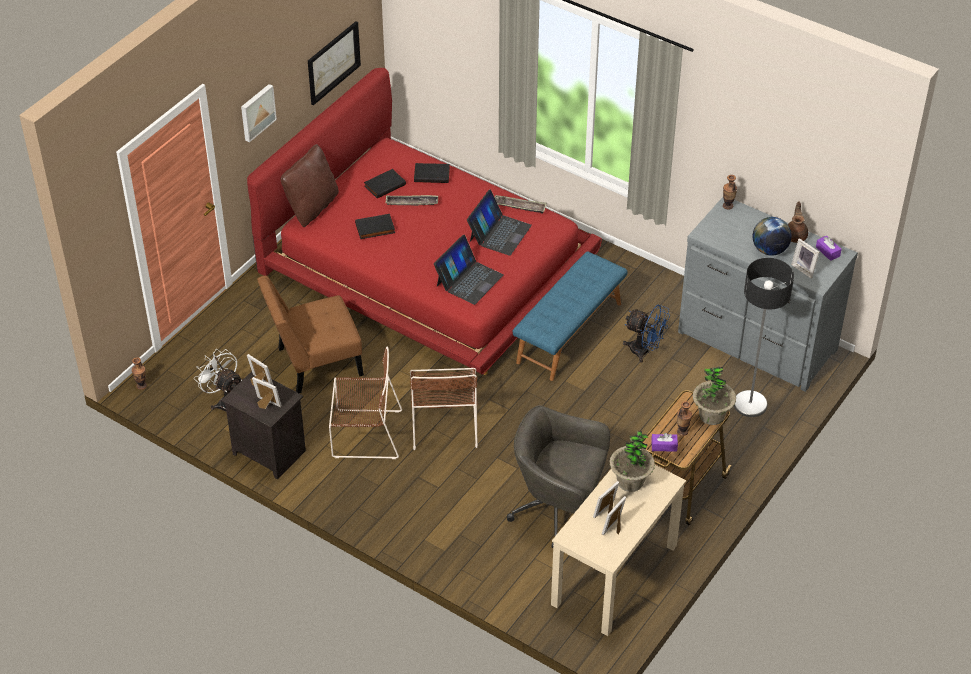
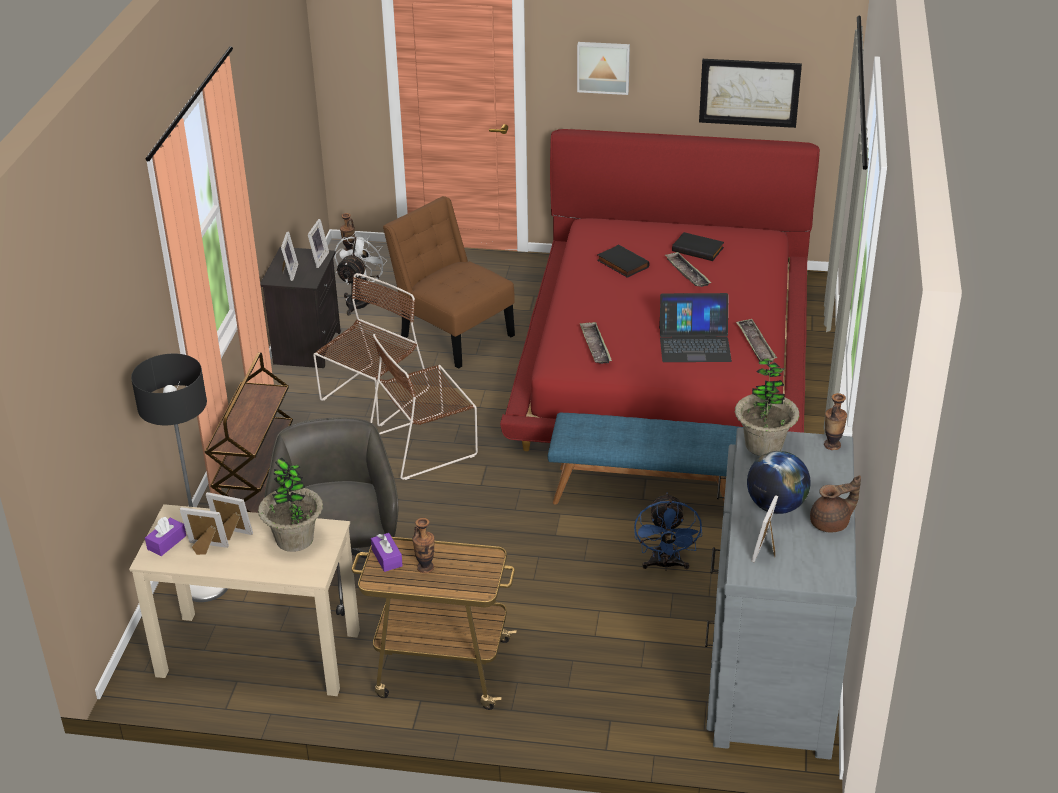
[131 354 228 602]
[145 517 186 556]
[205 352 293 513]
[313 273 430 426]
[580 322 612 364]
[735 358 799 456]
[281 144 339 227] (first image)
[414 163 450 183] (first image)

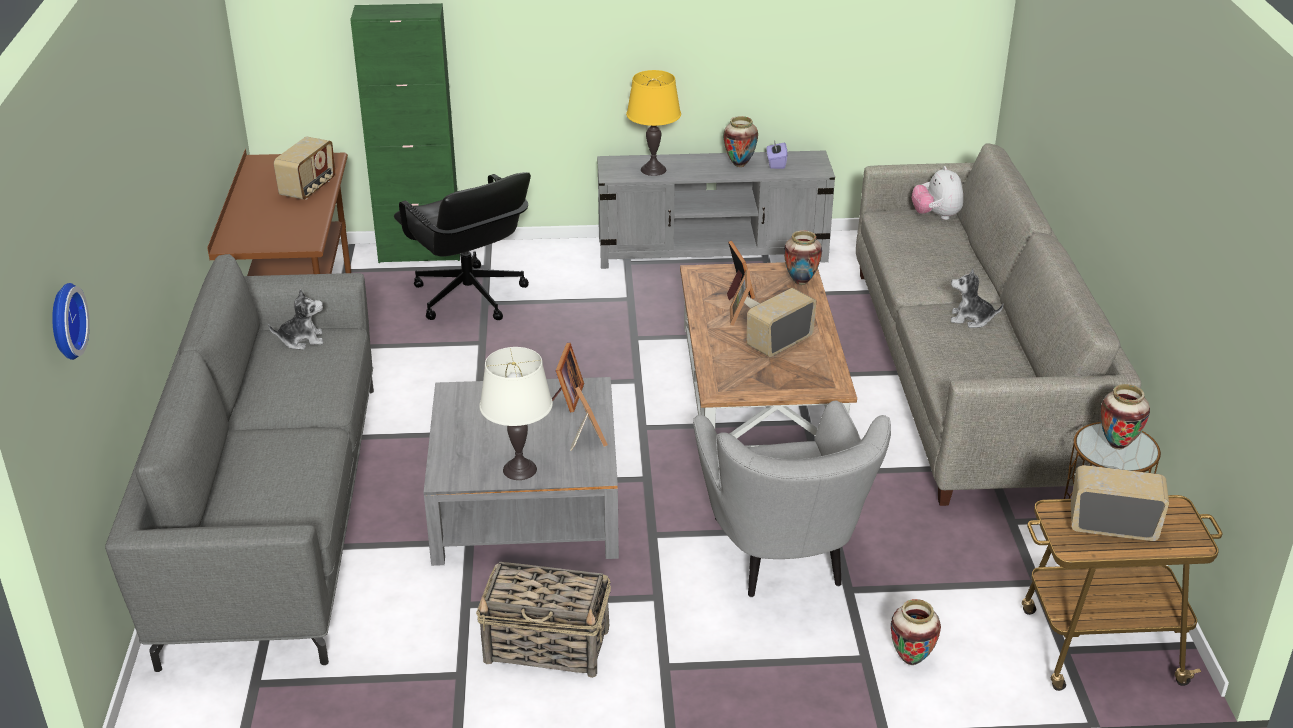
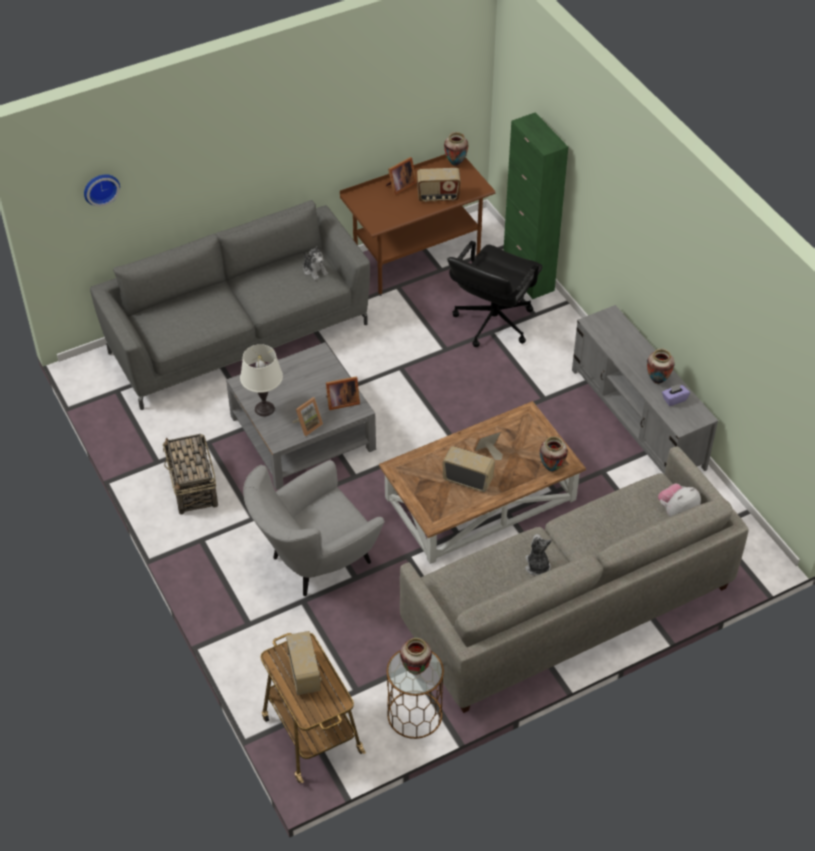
[386 157 417 195]
[444 132 469 166]
[626 70 681 176] (first image)

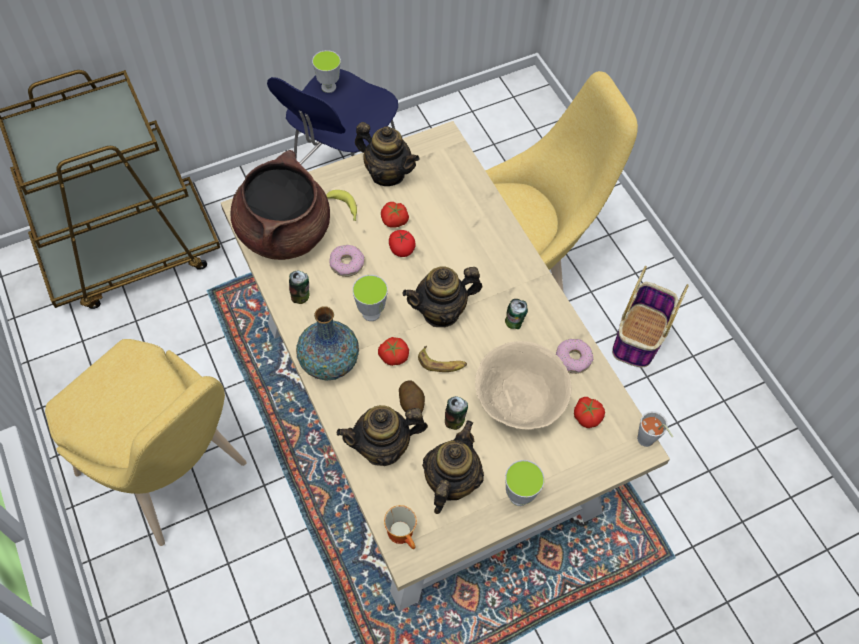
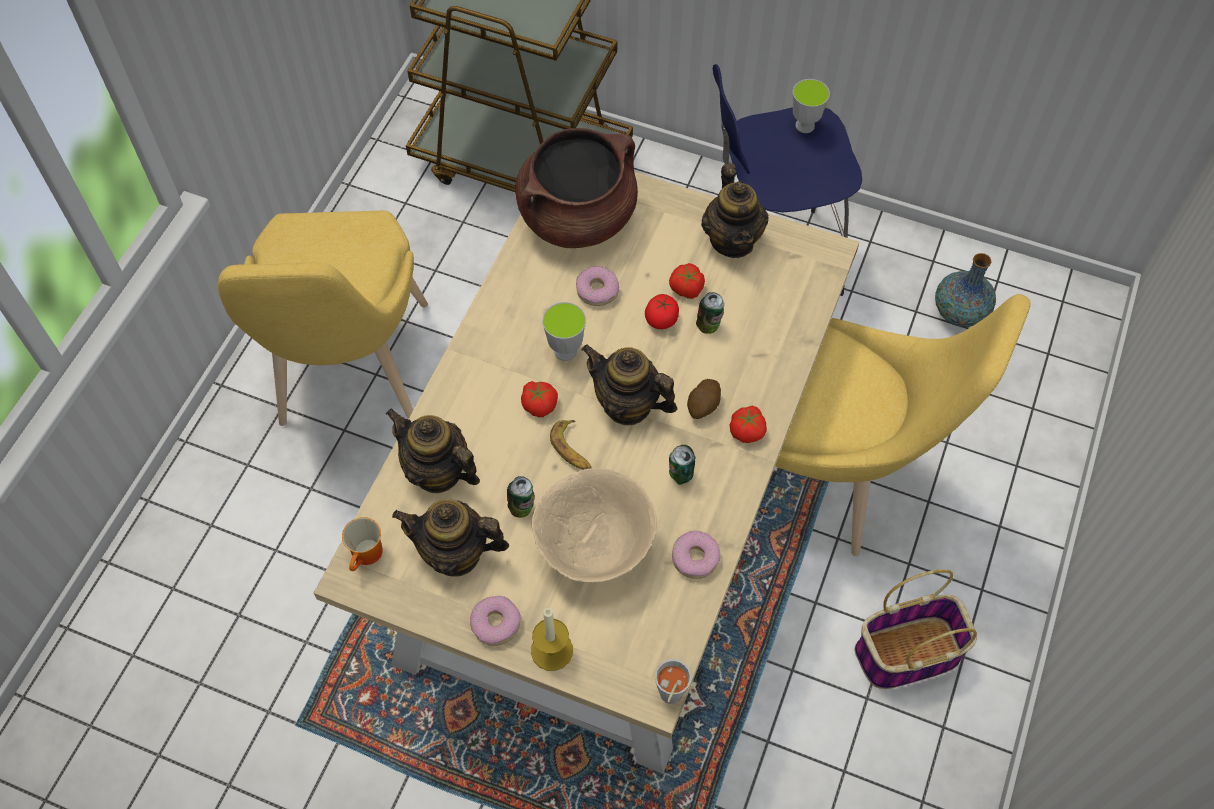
[392 499 509 577]
[470 596 521 646]
[531 608 573 671]
[687 379 721 419]
[696 292 724 334]
[730 406 767 443]
[935 253 996 327]
[326 190 357 221] (first image)

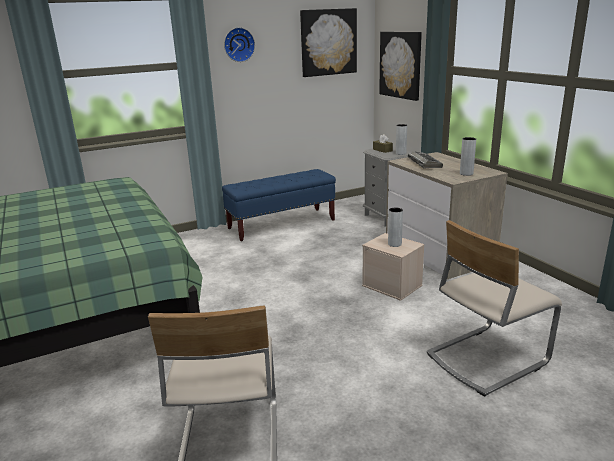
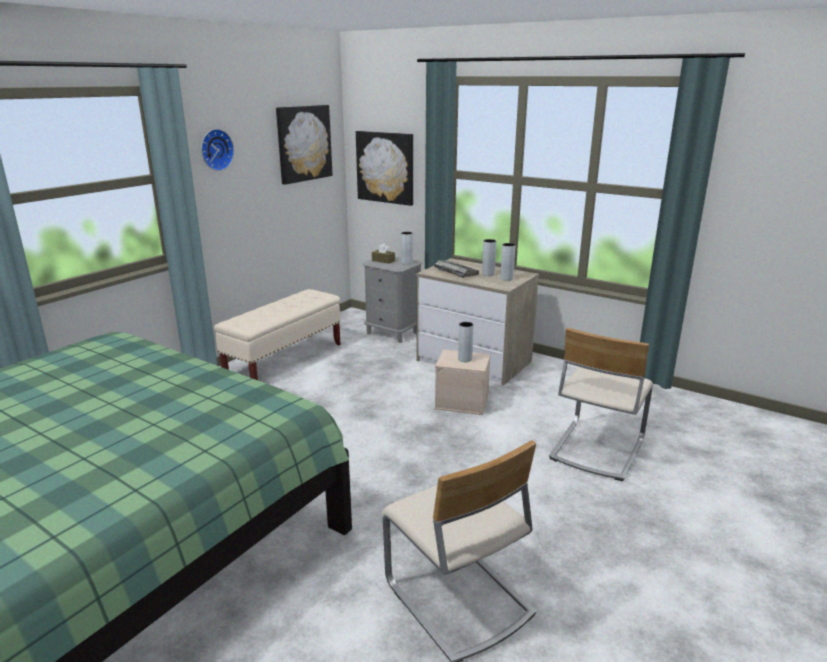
[214 289 340 380]
[482 239 496 276]

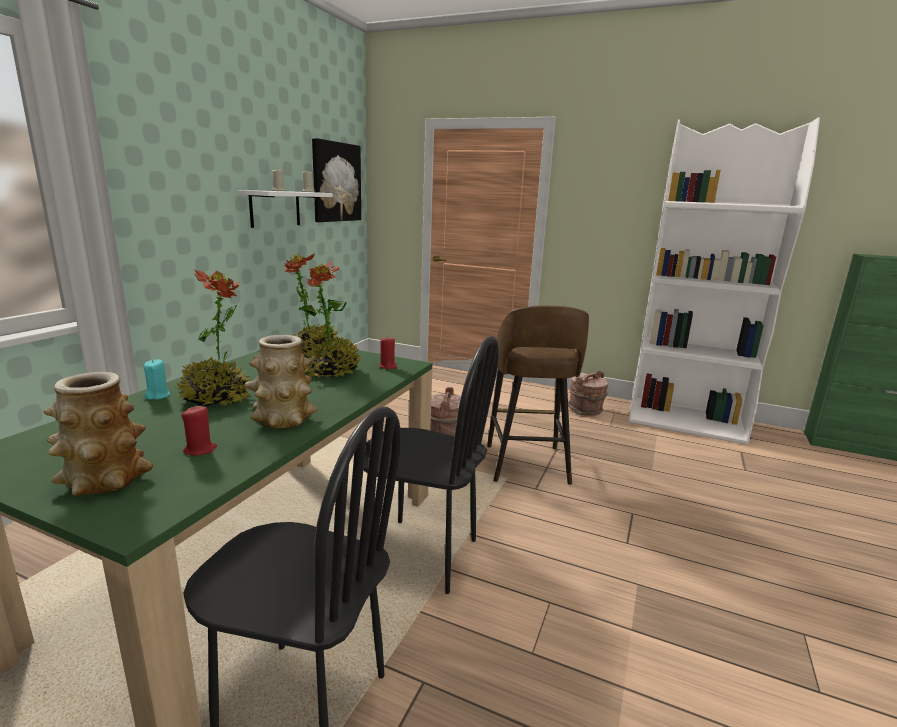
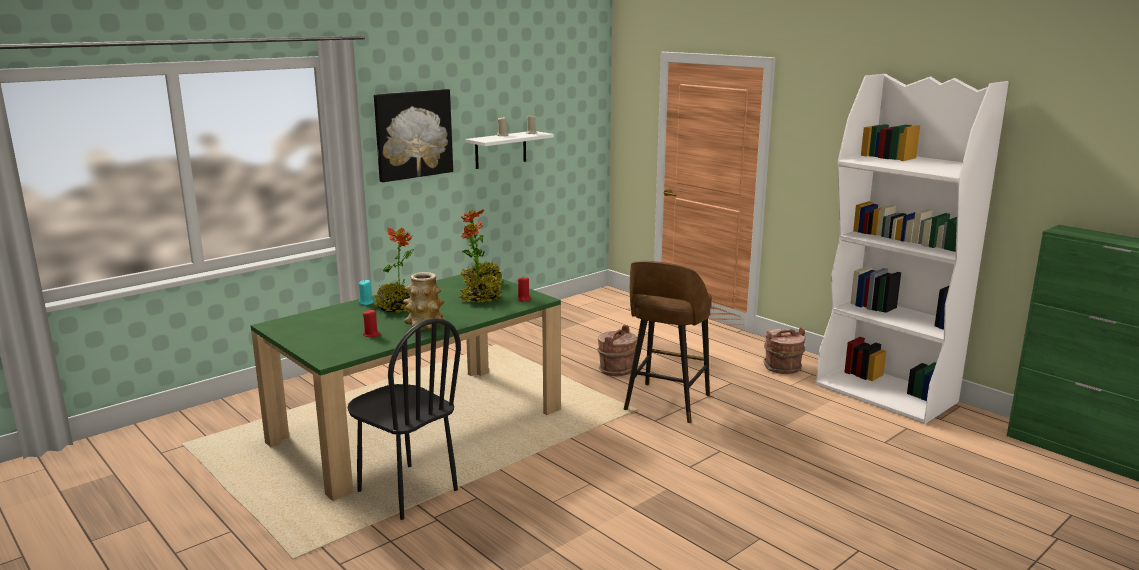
[374 89 453 182]
[43 372 153 496] (first image)
[363 336 499 594] (first image)

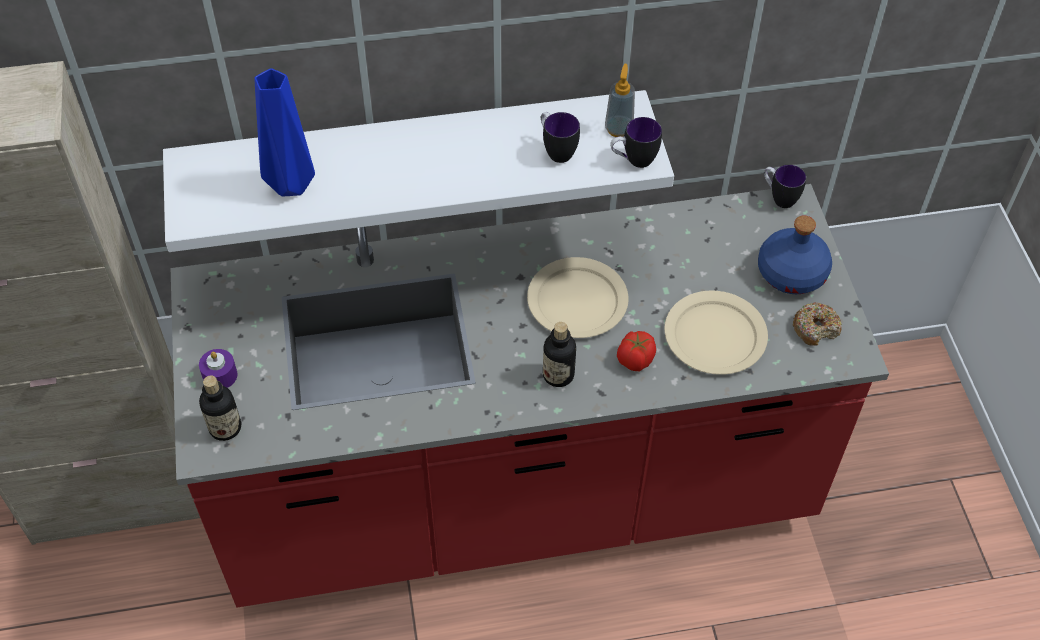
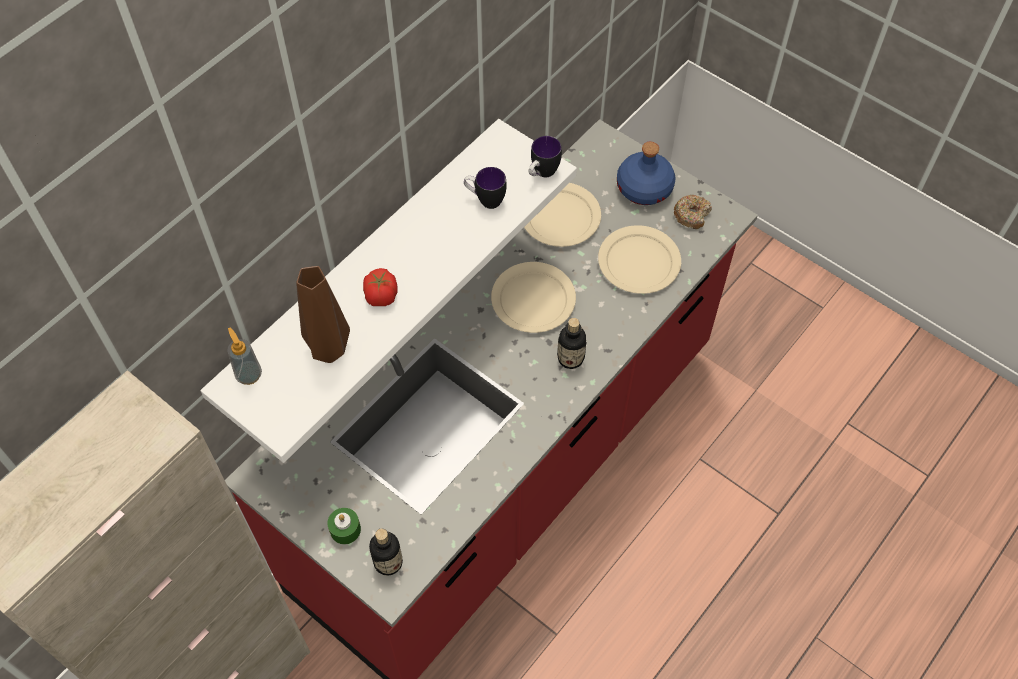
[227 327 262 385]
[296 266 350 363]
[327 508 361 545]
[363 268 398 306]
[524 183 601 247]
[764 165 806 208] (first image)

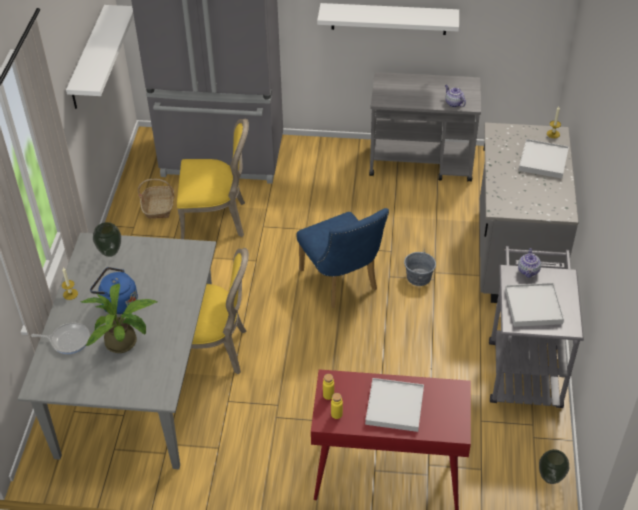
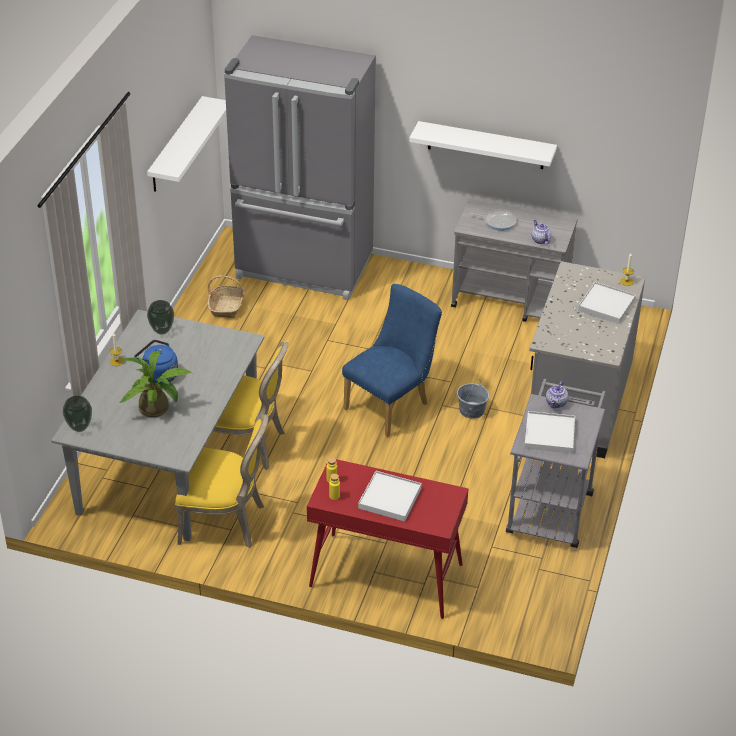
[63 395 92 432]
[175 414 268 548]
[342 284 442 437]
[469 210 517 231]

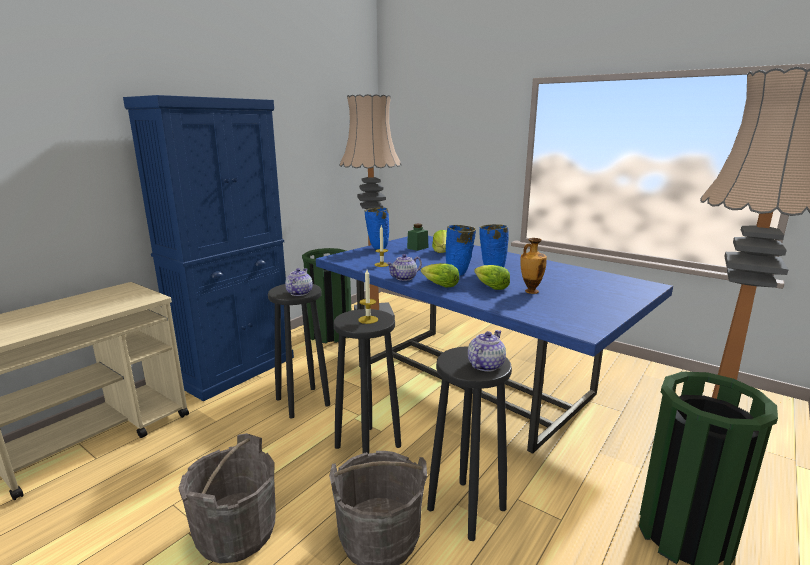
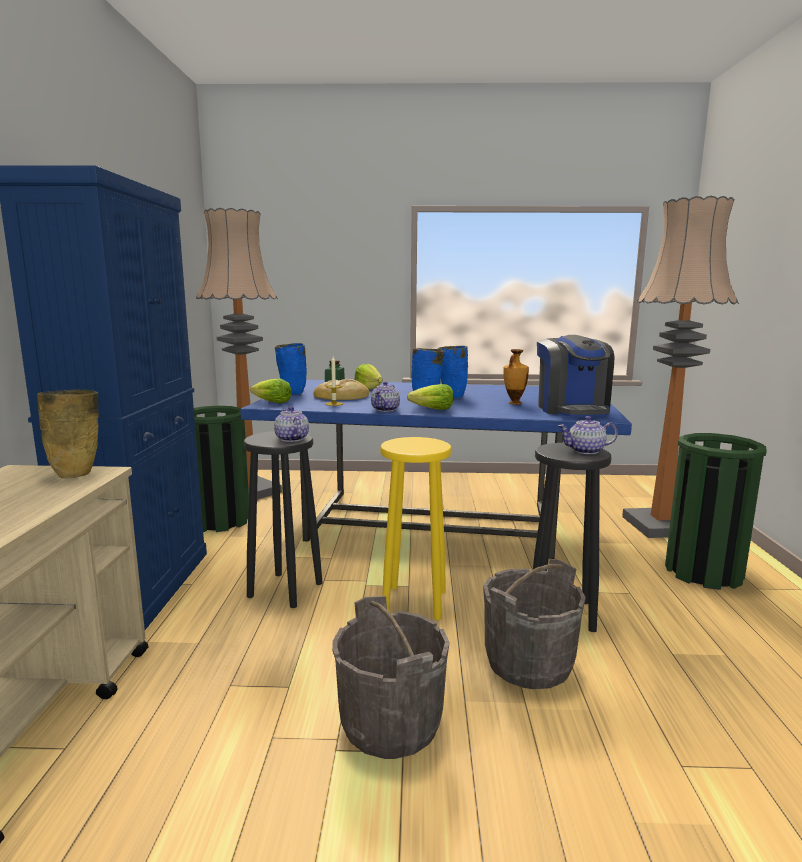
[37 389 99 478]
[250 379 292 403]
[313 379 369 400]
[380 437 451 620]
[537 335 614 416]
[558 416 618 454]
[358 270 378 324] (first image)

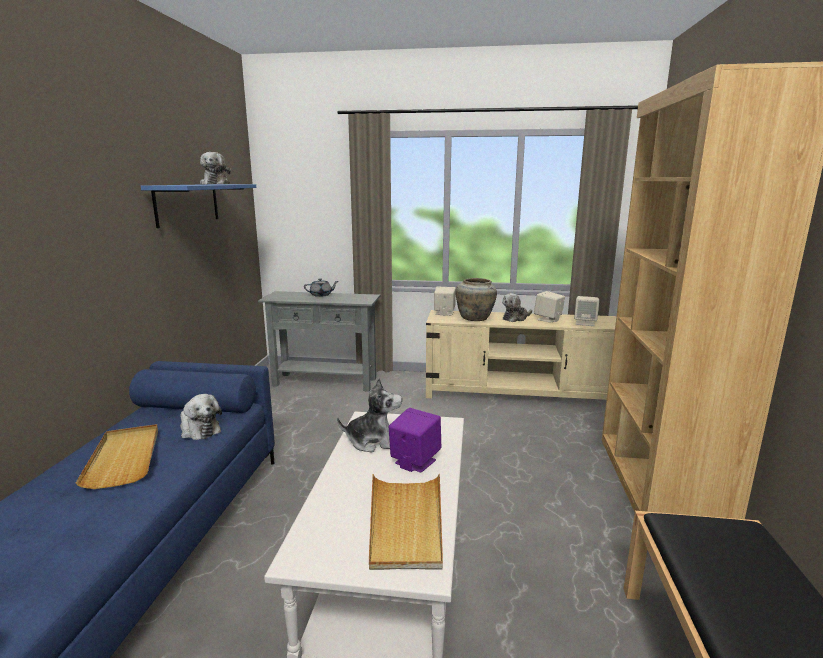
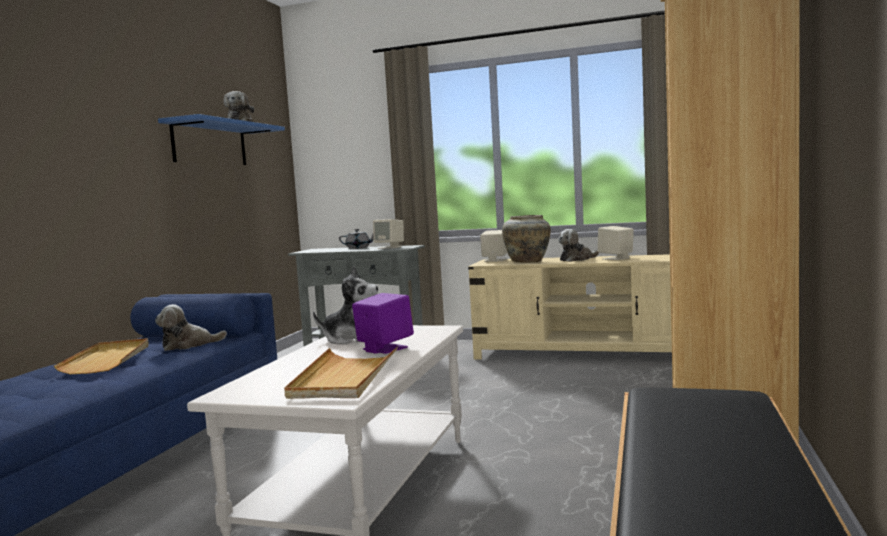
[155 304 227 351]
[373 219 404 249]

